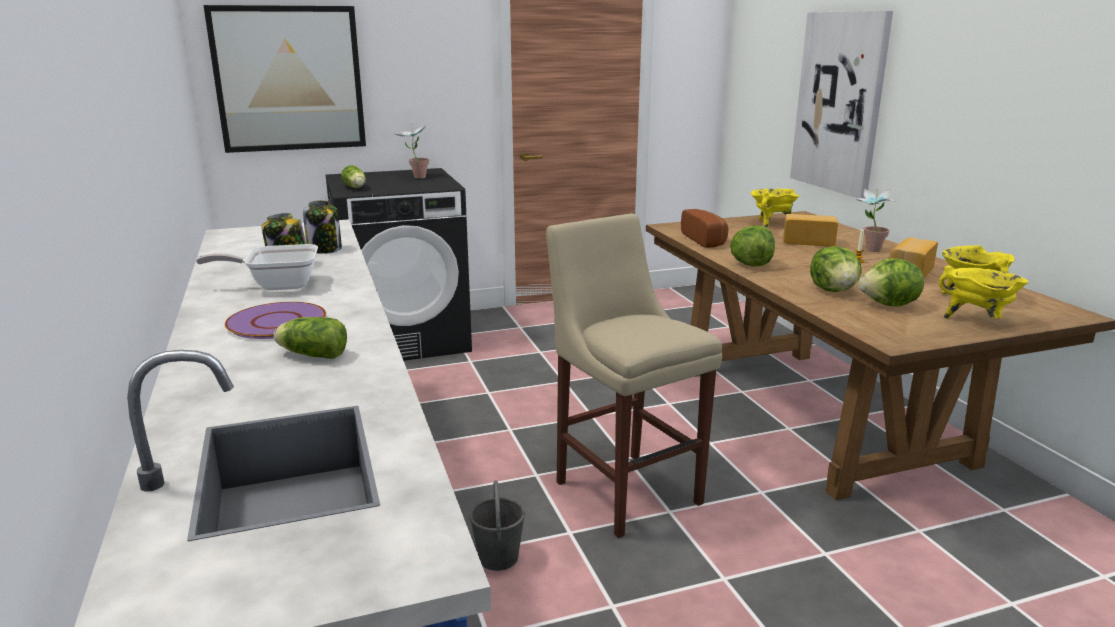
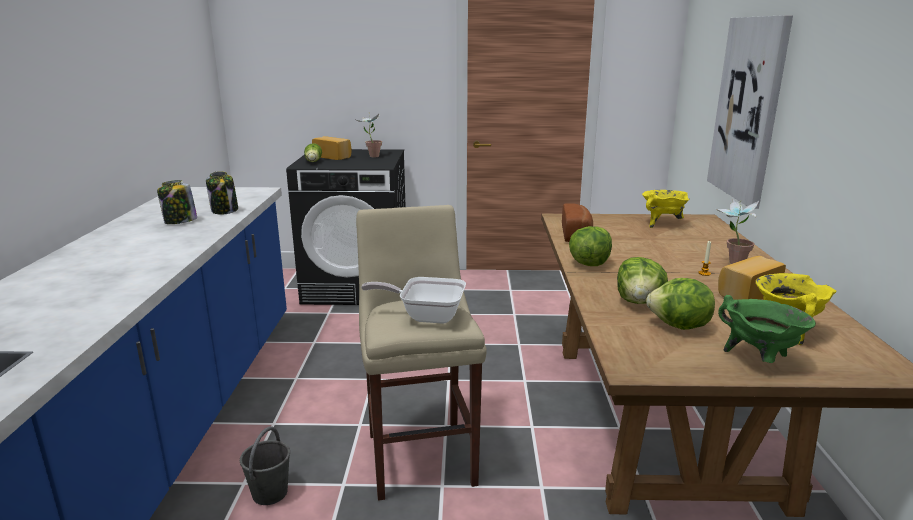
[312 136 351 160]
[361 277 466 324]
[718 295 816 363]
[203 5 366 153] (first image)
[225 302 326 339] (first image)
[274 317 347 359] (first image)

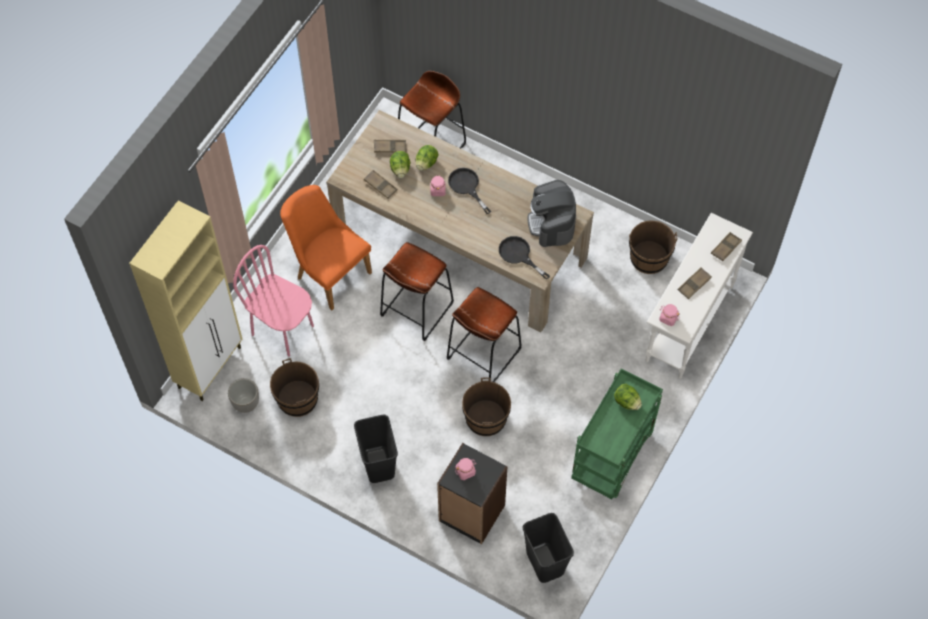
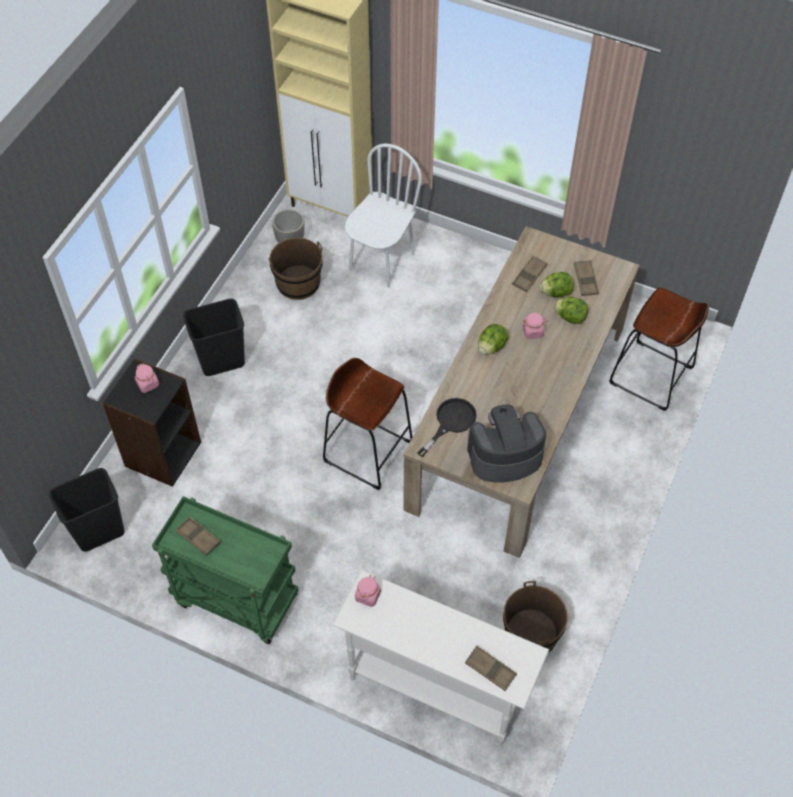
[176 516 221 556]
[345 143 422 288]
[478 324 509 355]
[280 185 372 310] (first image)
[380 242 454 341] (first image)
[448 168 491 214] (first image)
[462 377 511 436] (first image)

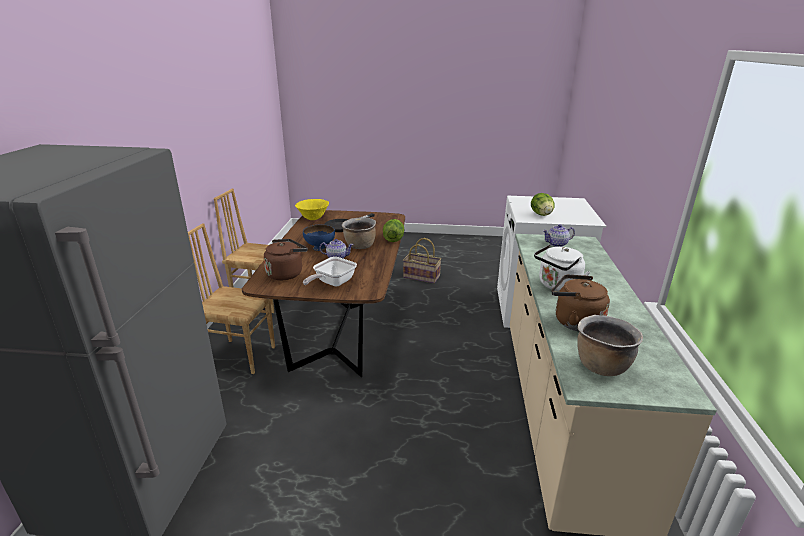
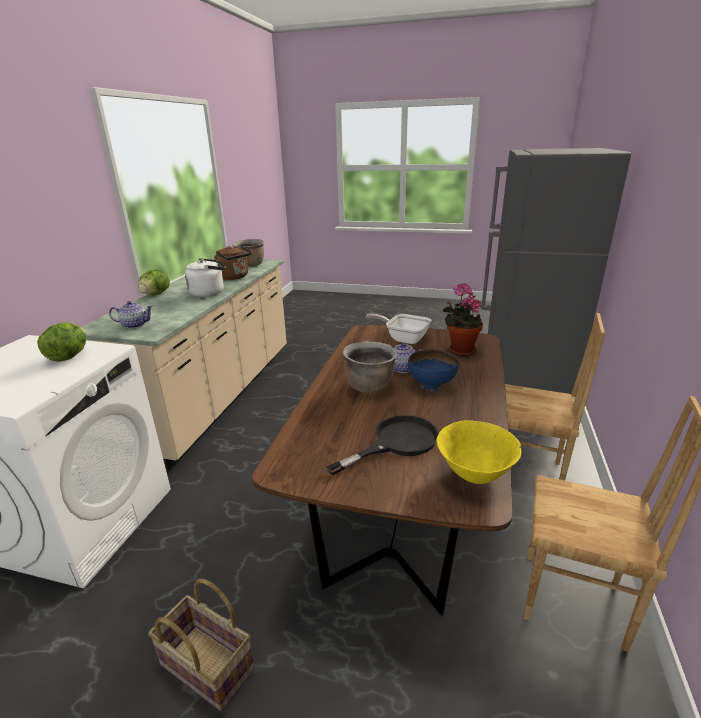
[138 269 170 296]
[366 314 431 344]
[443 283 483 356]

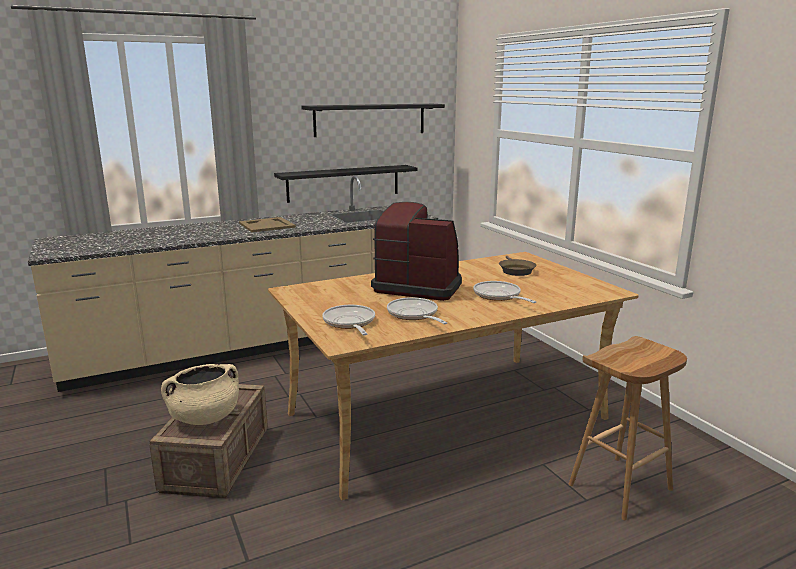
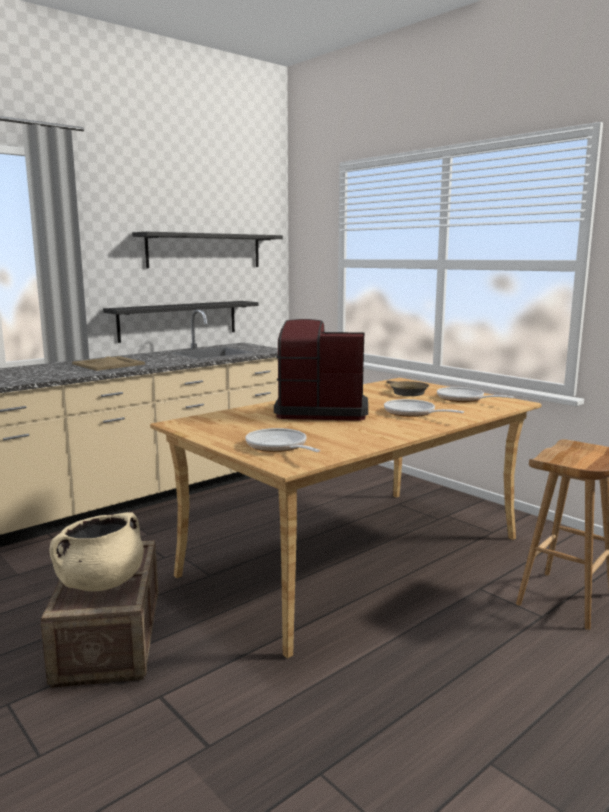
[437 387 513 402]

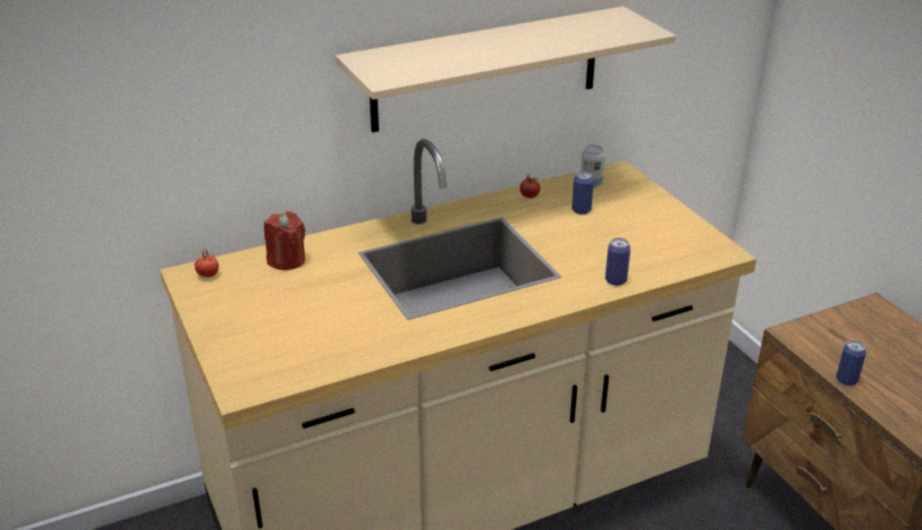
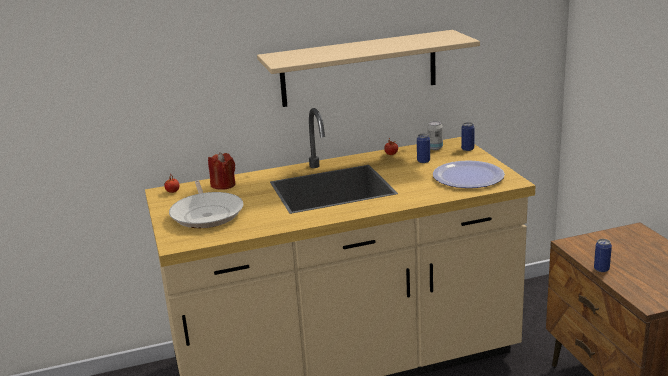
[169 180 243 228]
[433 160 505 188]
[461 122 475 151]

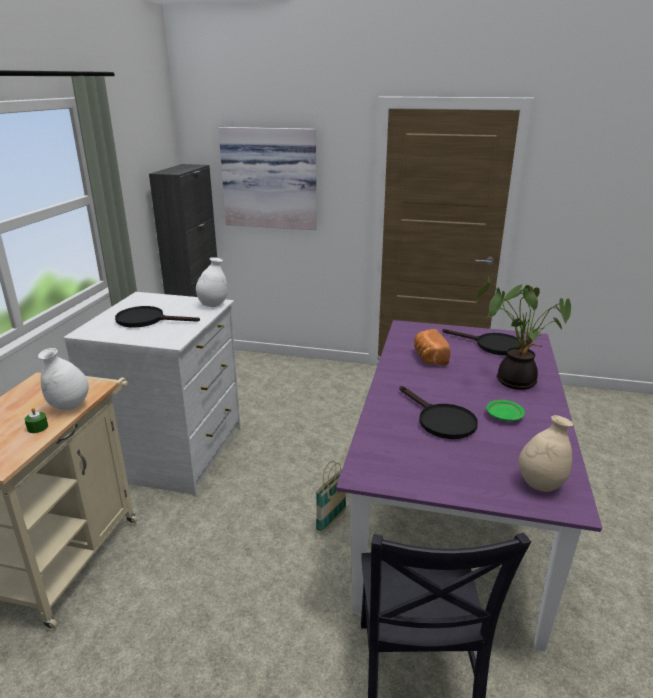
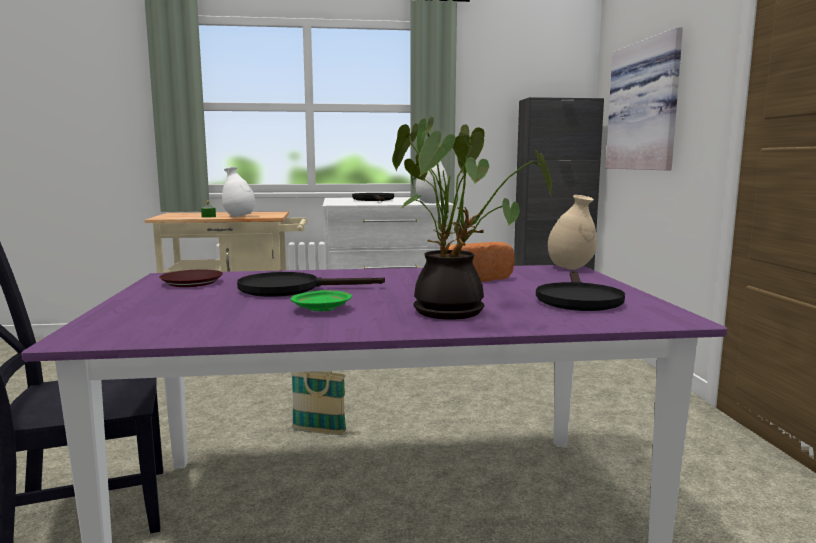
[159 269 223 287]
[237 272 385 297]
[548 195 597 270]

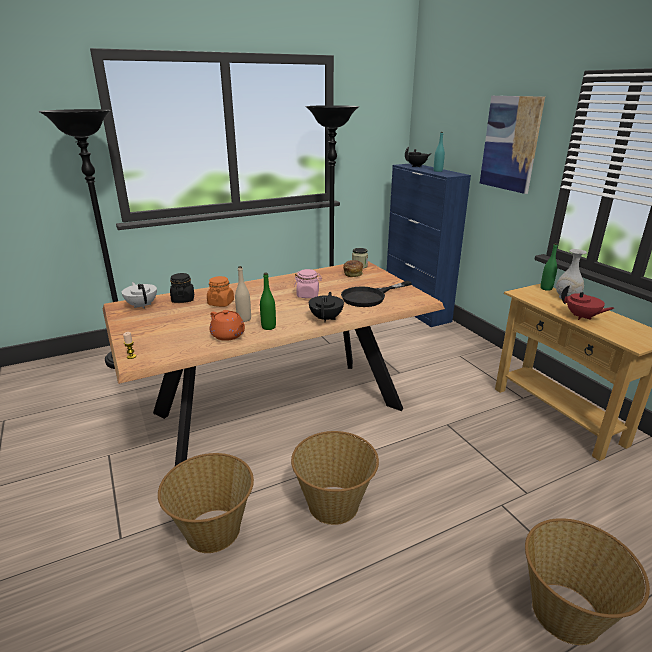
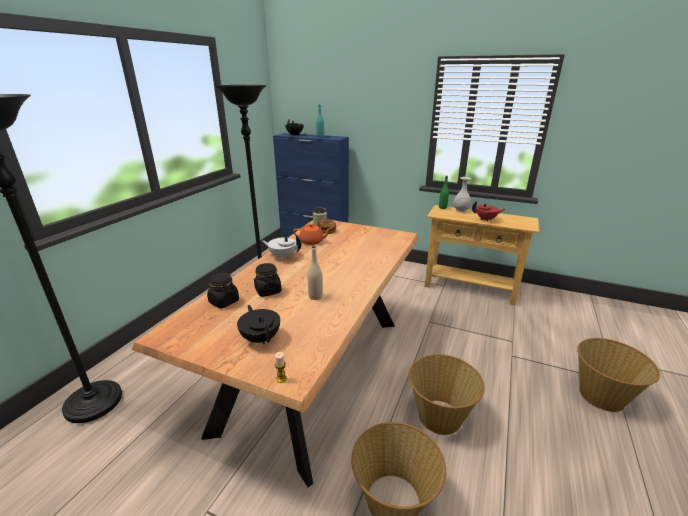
[237 305 280 344]
[254 263 282 297]
[262 235 302 260]
[293 223 332 245]
[260 273 276 330] (first image)
[294 269 322 298] (first image)
[341 281 412 307] (first image)
[480 96 545 194] (first image)

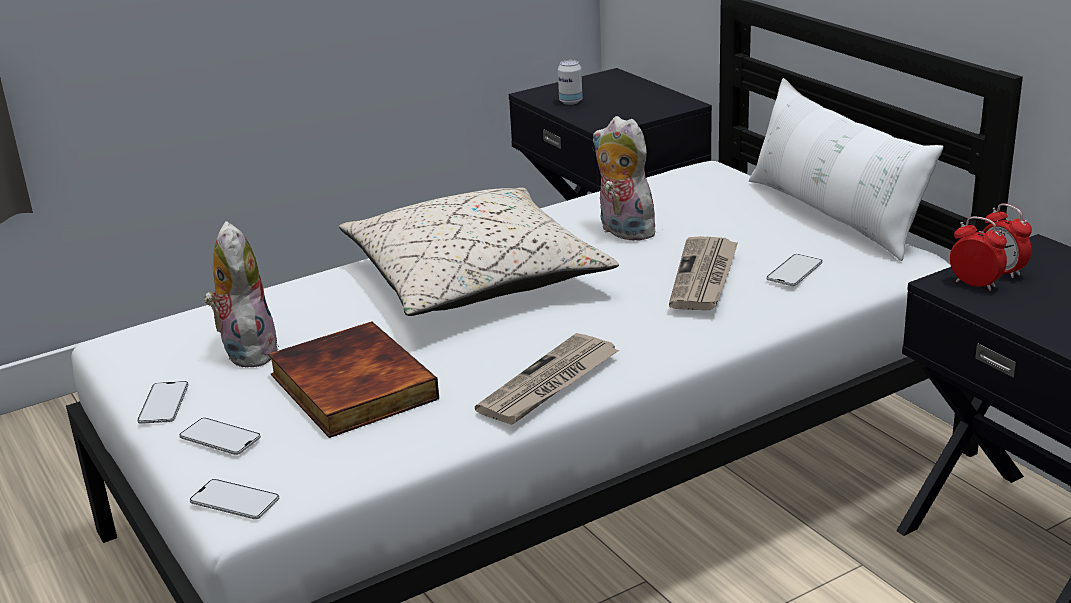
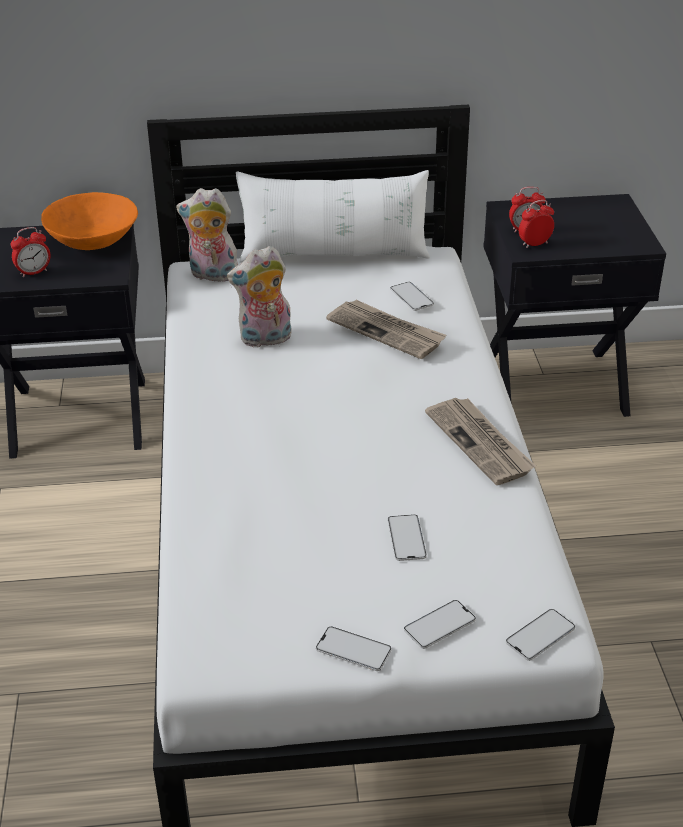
[11 227 51 277]
[41 192 138 250]
[176 188 238 282]
[388 514 427 561]
[339 188 619 316] (first image)

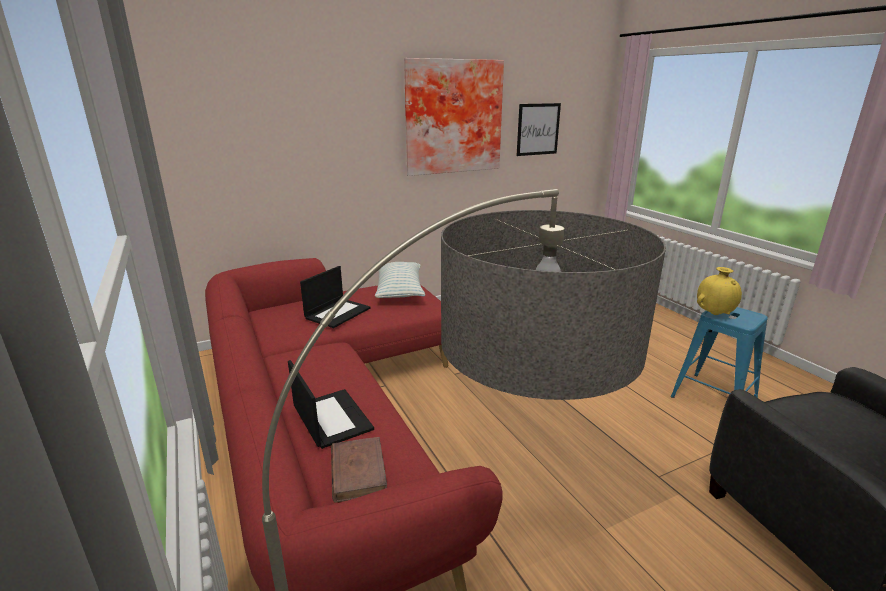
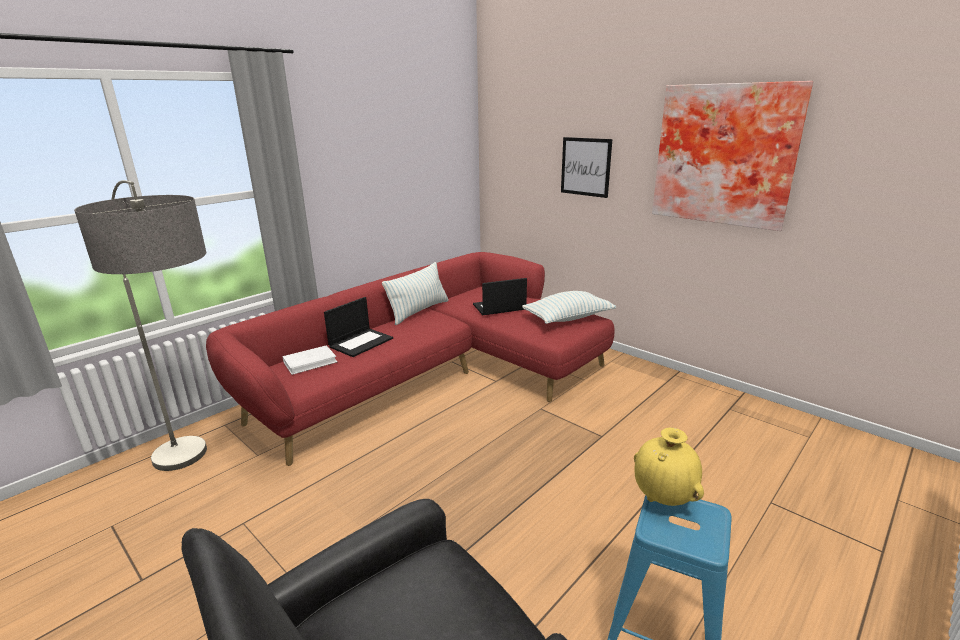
[283 345 338 375]
[382 262 449 325]
[473 278 527 315]
[561 137 612 198]

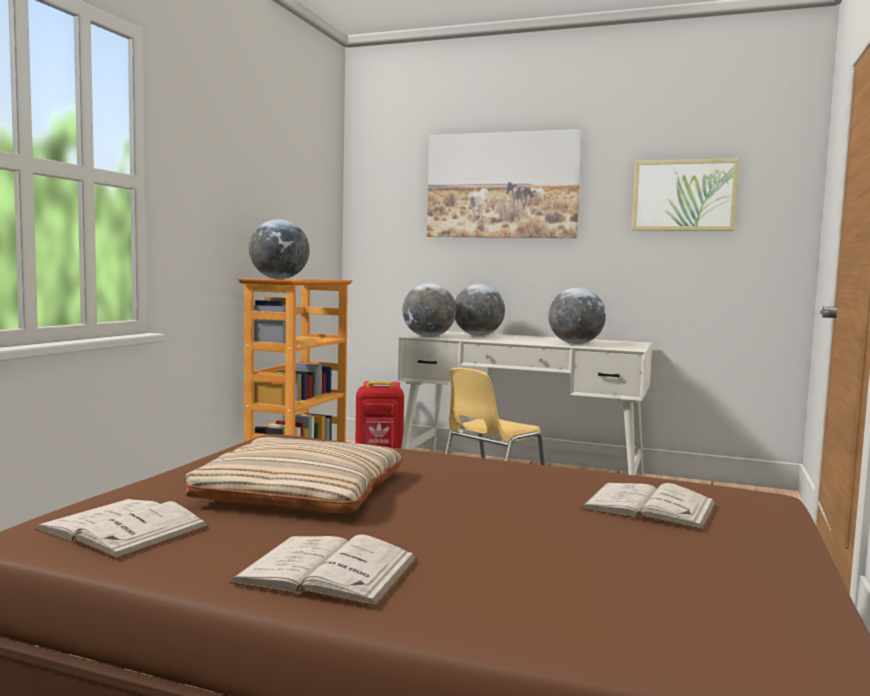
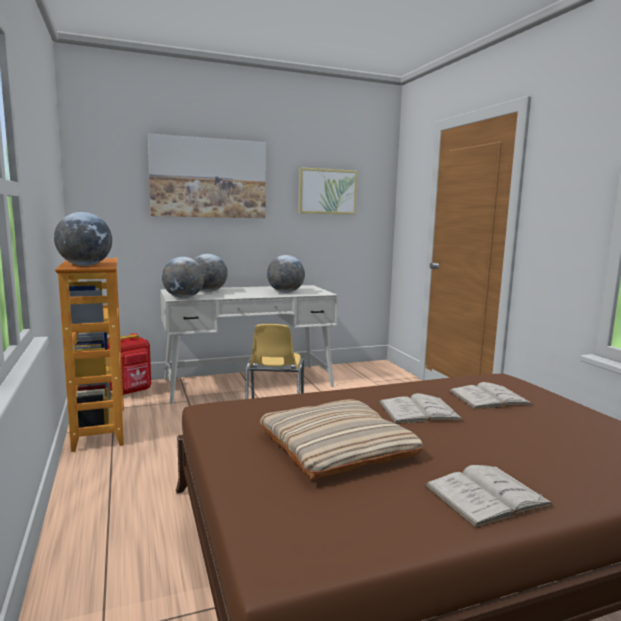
[378 393 464 424]

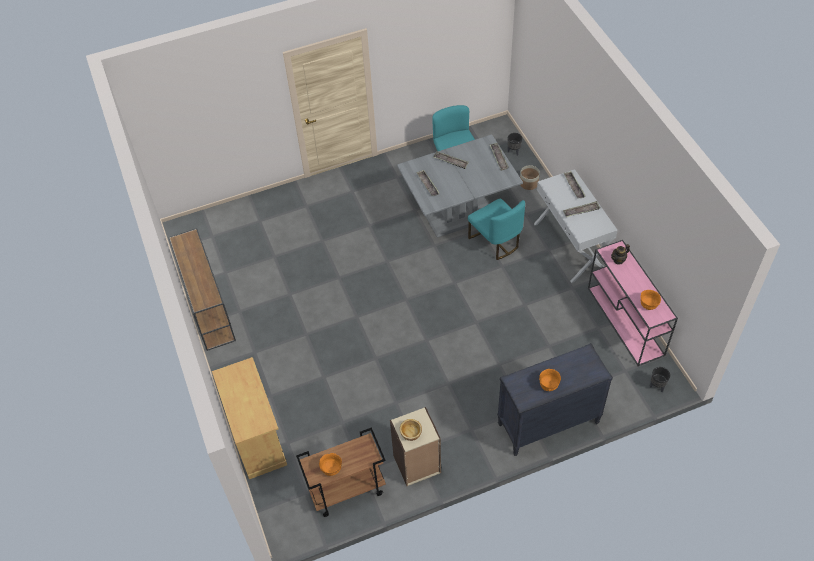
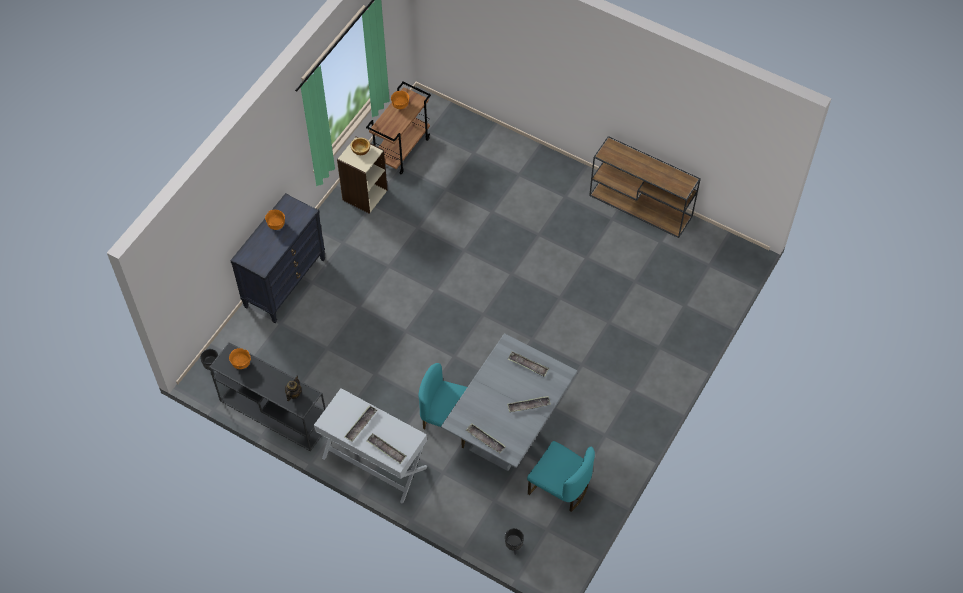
[209 342 326 451]
[212 357 287 479] (first image)
[520 165 540 190] (first image)

